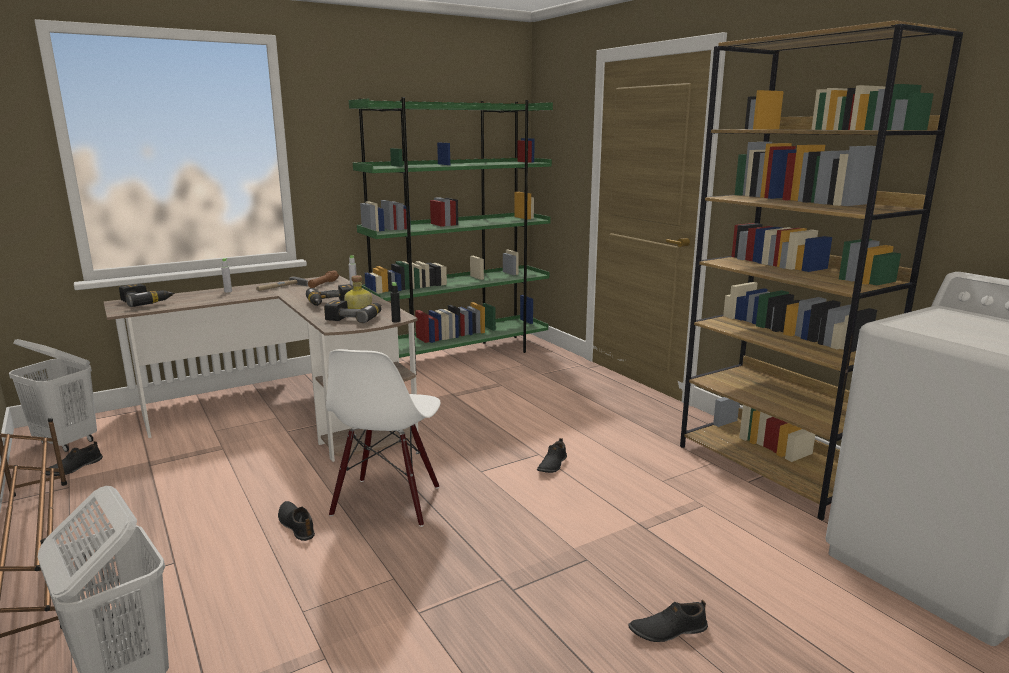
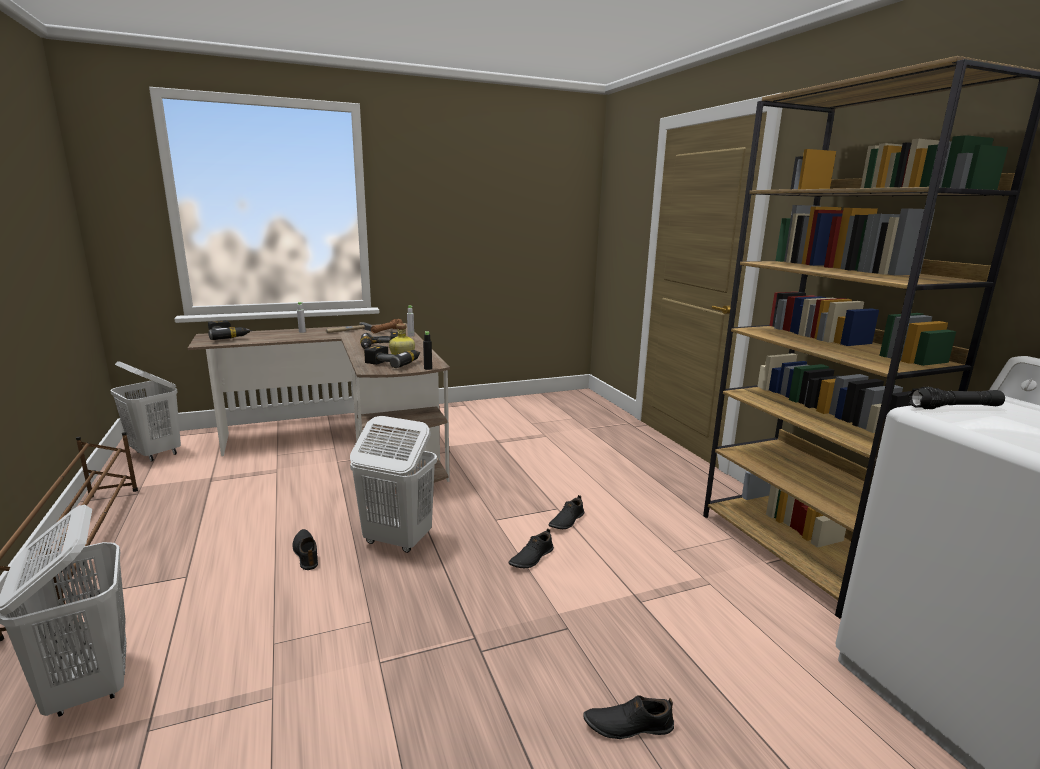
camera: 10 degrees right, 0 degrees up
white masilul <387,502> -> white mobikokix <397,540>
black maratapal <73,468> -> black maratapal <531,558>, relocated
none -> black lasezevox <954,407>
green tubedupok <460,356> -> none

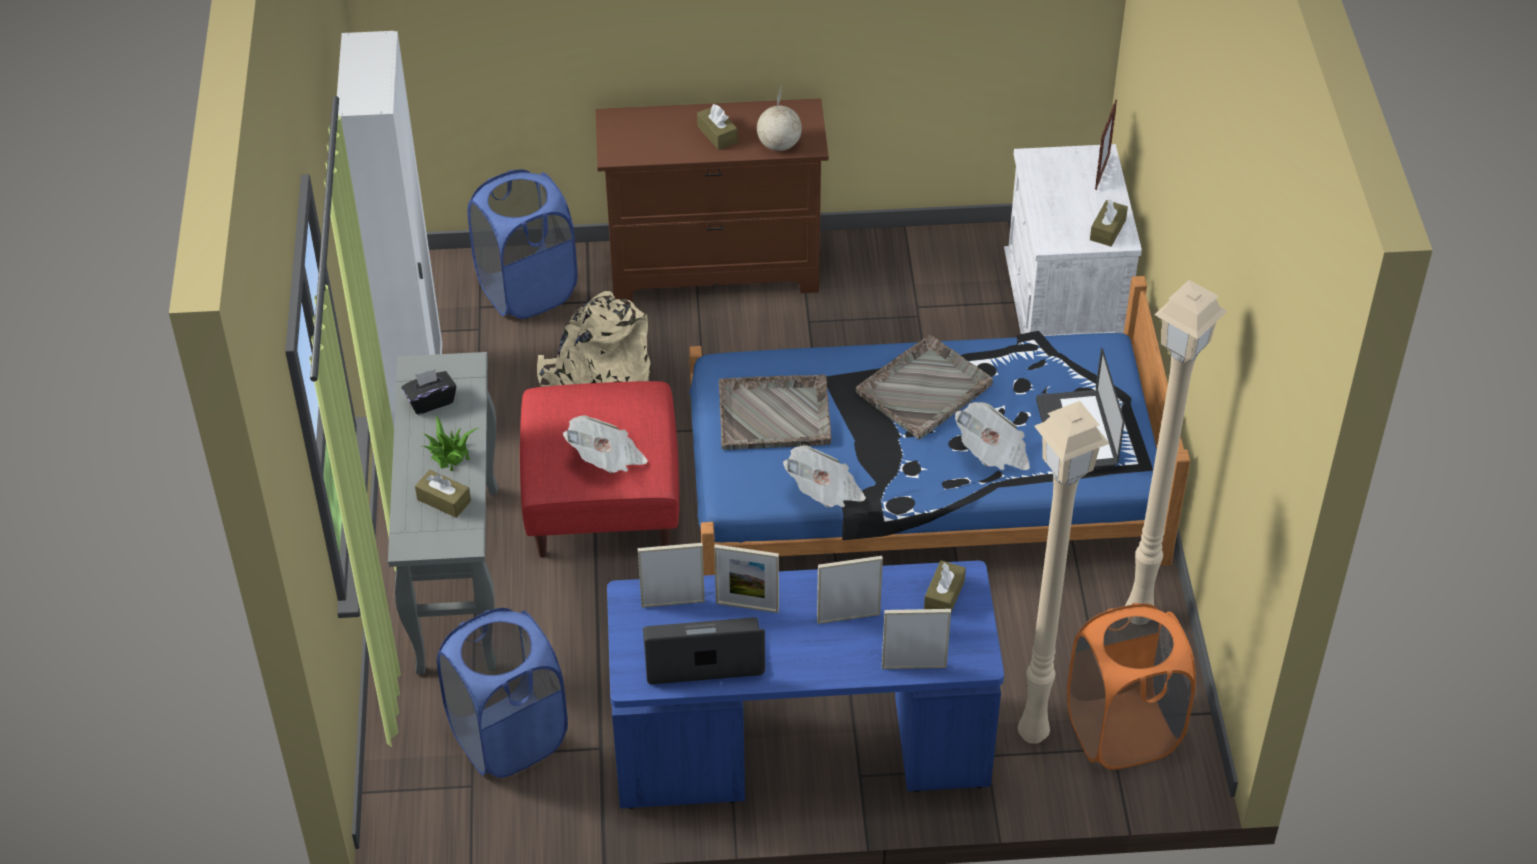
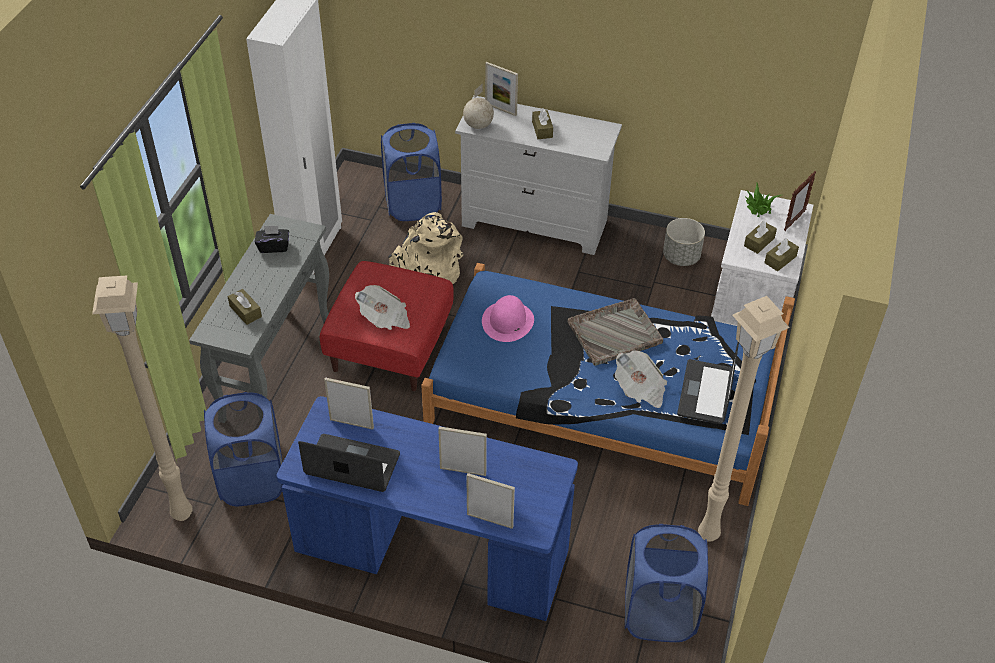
camera: 20 degrees right, 0 degrees up
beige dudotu <1035,734> -> beige dudotu <183,514>, relocated
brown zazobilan <715,269> -> white zazobilan <535,223>
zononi <778,145> -> zononi <478,125>, relocated
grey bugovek <775,414> -> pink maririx <508,321>
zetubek <747,606> -> zetubek <501,109>, relocated
orange mobikokix <1122,731> -> blue mobikokix <658,613>
none -> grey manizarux <681,256>
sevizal <449,453> -> sevizal <758,207>, relocated
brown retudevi <944,595> -> brown retudevi <759,242>, relocated
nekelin <825,492> -> none

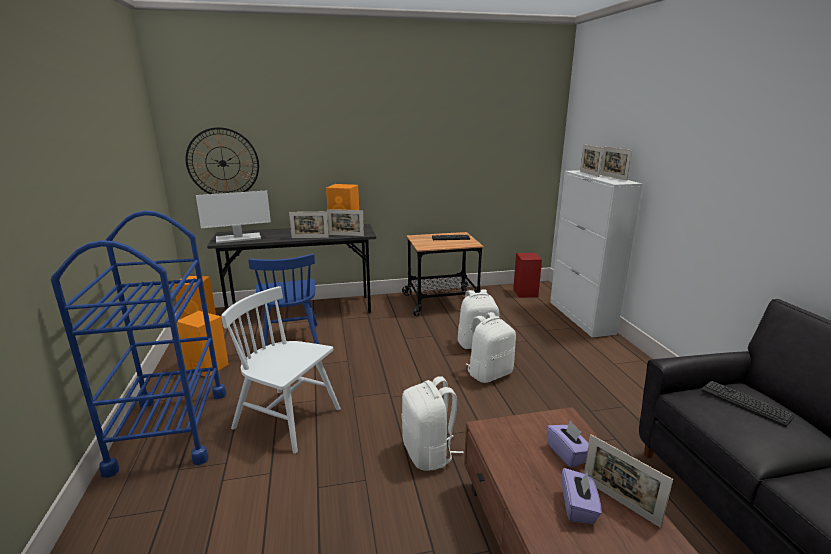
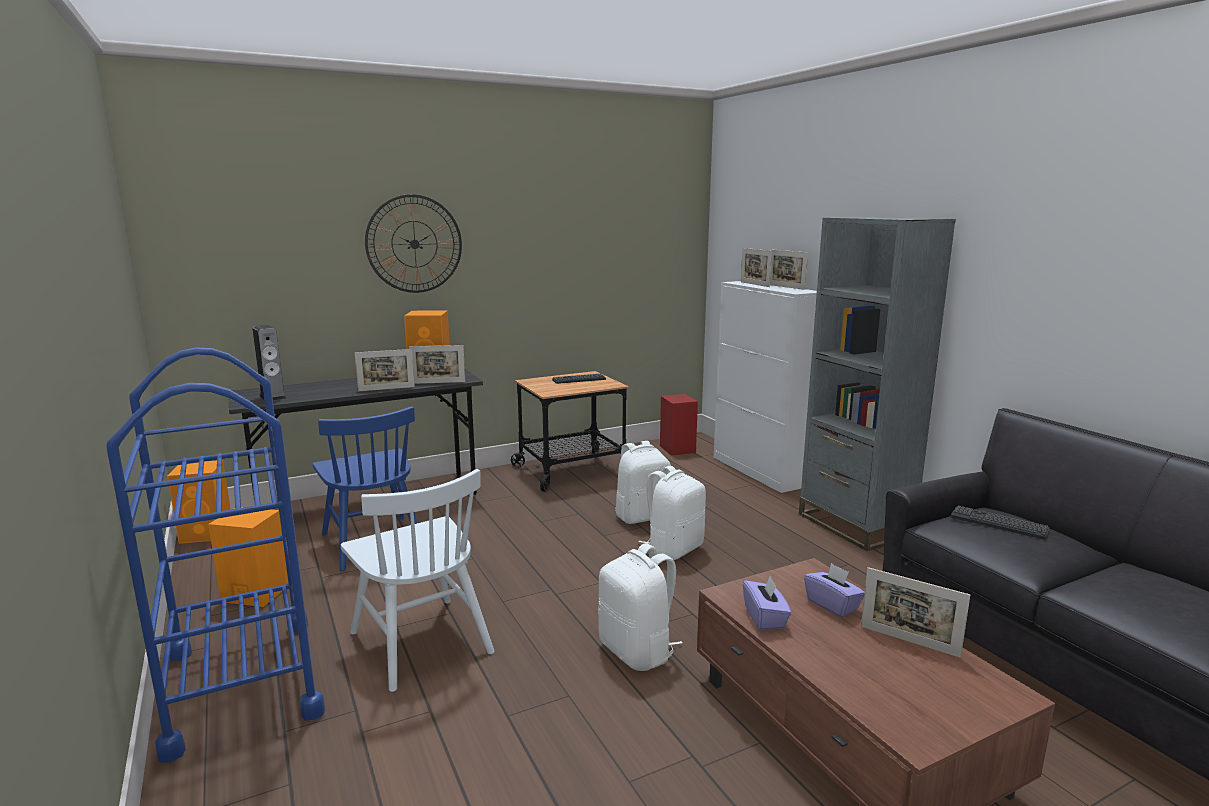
camera: 15 degrees left, 5 degrees down
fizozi <238,238> -> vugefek <272,397>
white masilul <287,419> -> white masilul <421,642>, 135 degrees counterclockwise
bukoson <223,163> -> bukoson <414,244>, relocated
purple retudevi <578,507> -> purple retudevi <765,618>, relocated
none -> grey tubedupok <854,525>

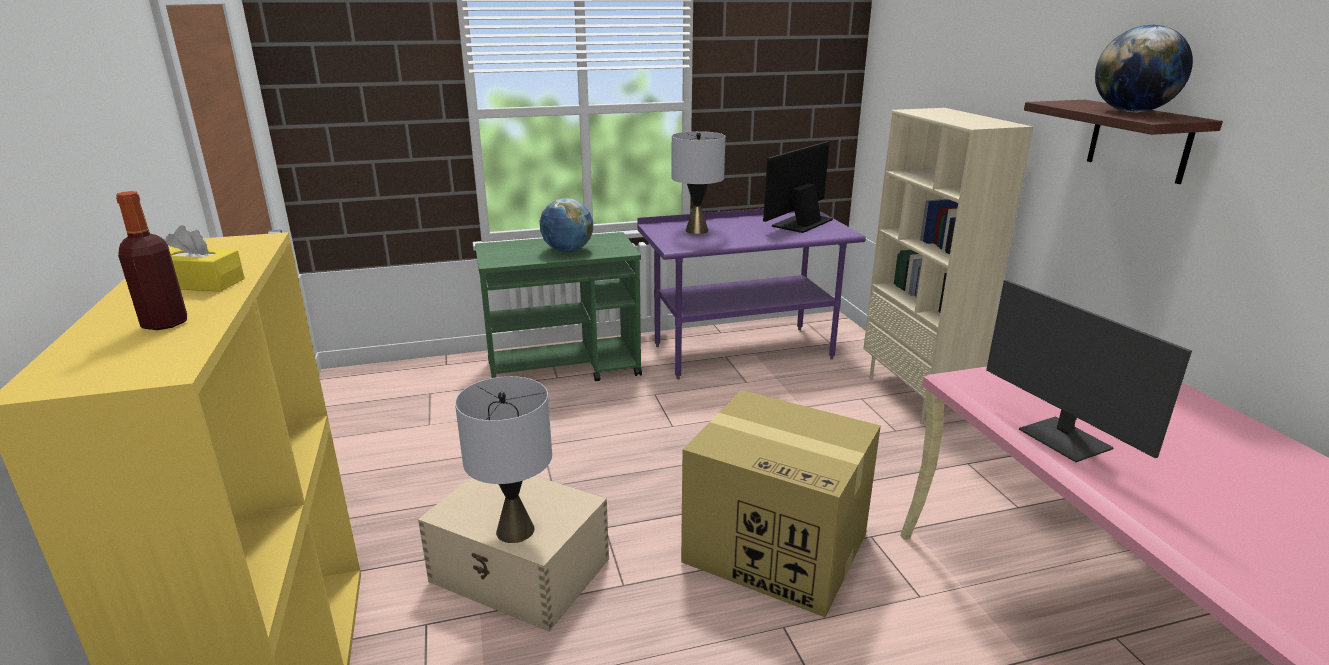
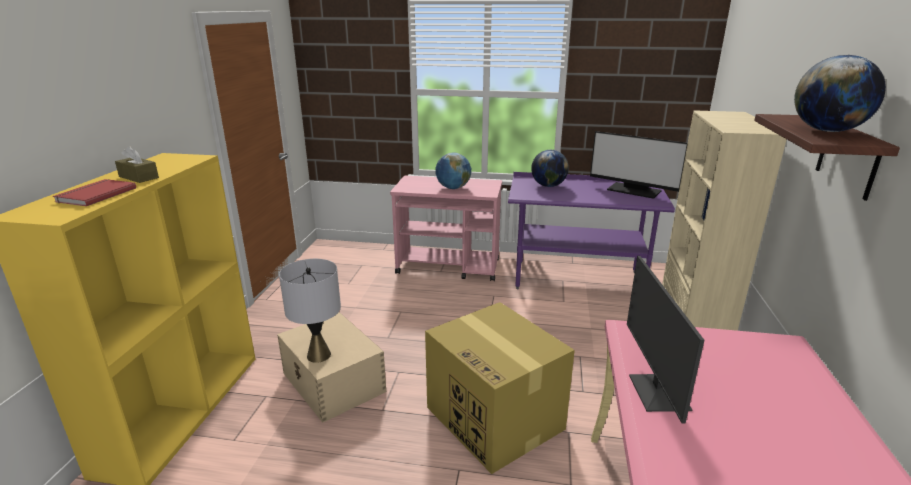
camera: 25 degrees right, 0 degrees up
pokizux <165,323> -> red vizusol <95,195>
yellow retudevi <200,283> -> brown retudevi <138,177>
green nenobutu <564,369> -> pink nenobutu <449,267>
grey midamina <696,230> -> zononi <548,186>
fizozi <801,223> -> fizozi <633,190>, 120 degrees counterclockwise

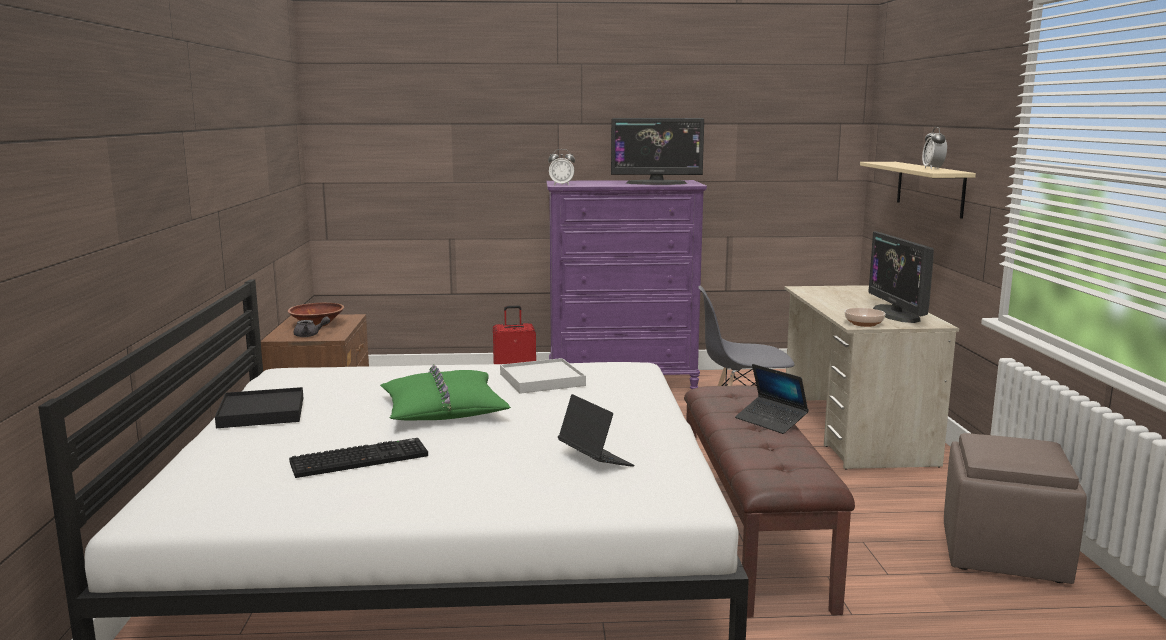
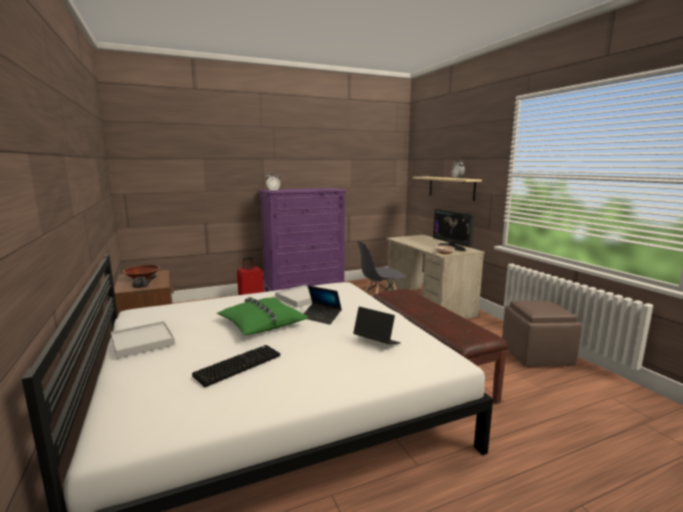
camera: 20 degrees left, 0 degrees up
black bugovek <261,412> -> white bugovek <142,342>
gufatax <771,421> -> gufatax <321,317>, relocated
fizozi <656,183> -> none

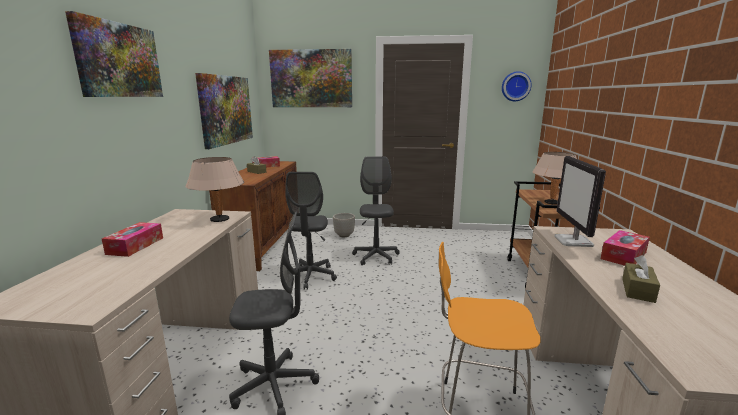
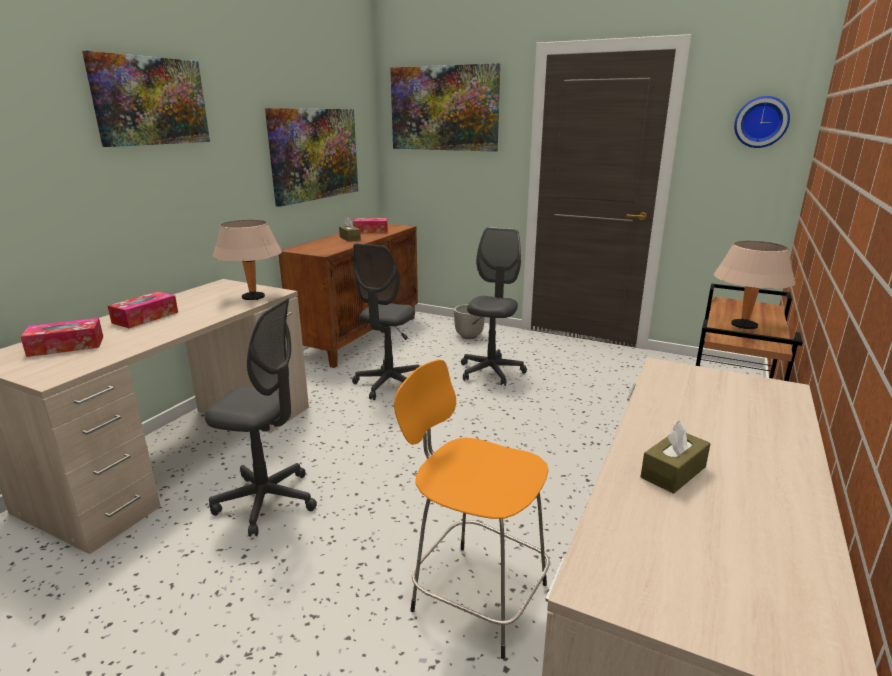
camera: 20 degrees right, 5 degrees up
retudevi <623,255> -> retudevi <66,346>, relocated
fizozi <574,241> -> none

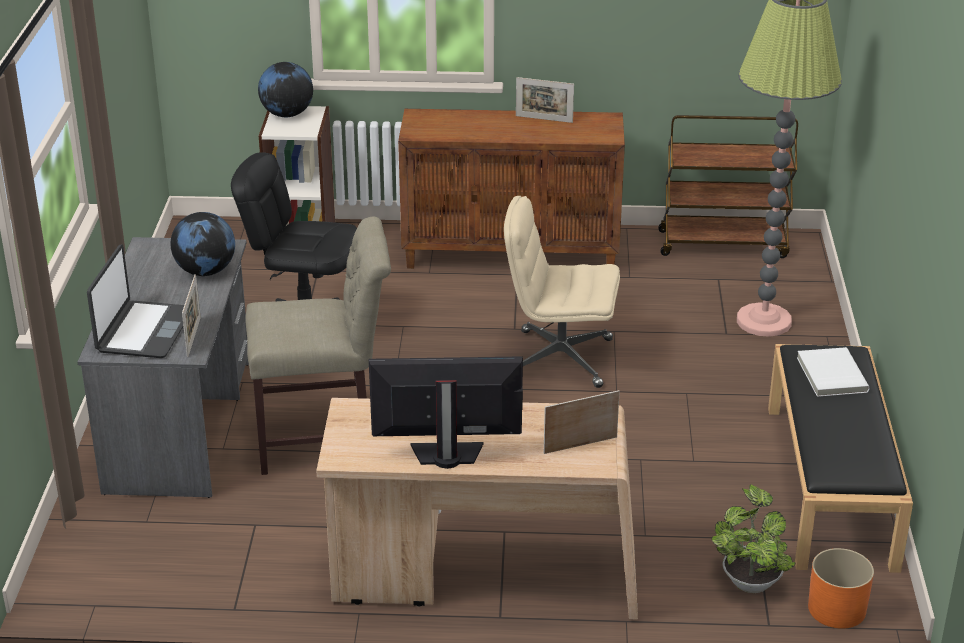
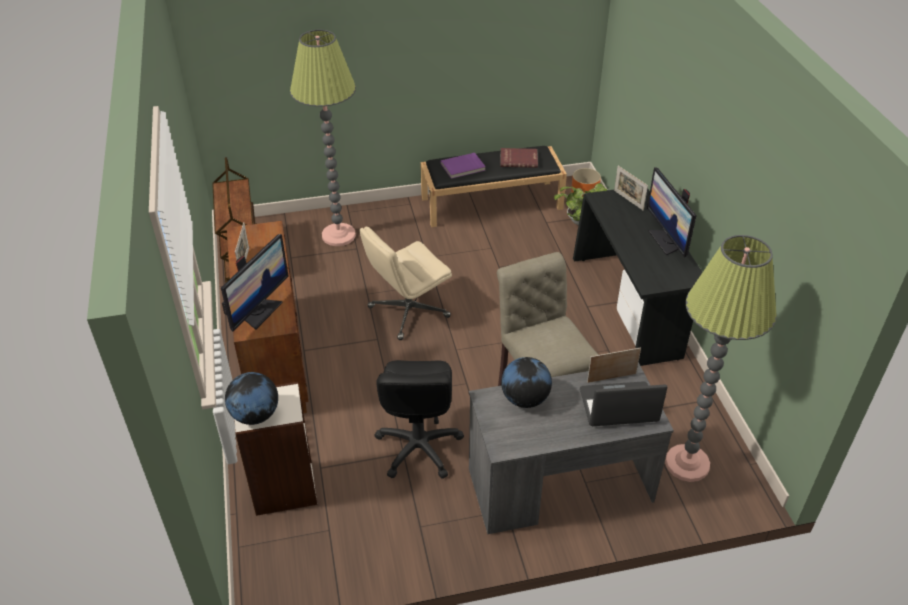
camera: 105 degrees left, 10 degrees up
none -> fizozi <260,312>
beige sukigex <559,359> -> beige sukigex <408,312>, 60 degrees clockwise
white vizusol <830,375> -> purple vizusol <463,167>
none -> red vizusol <518,159>
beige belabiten <483,577> -> black belabiten <628,307>
none -> dudotu <687,463>

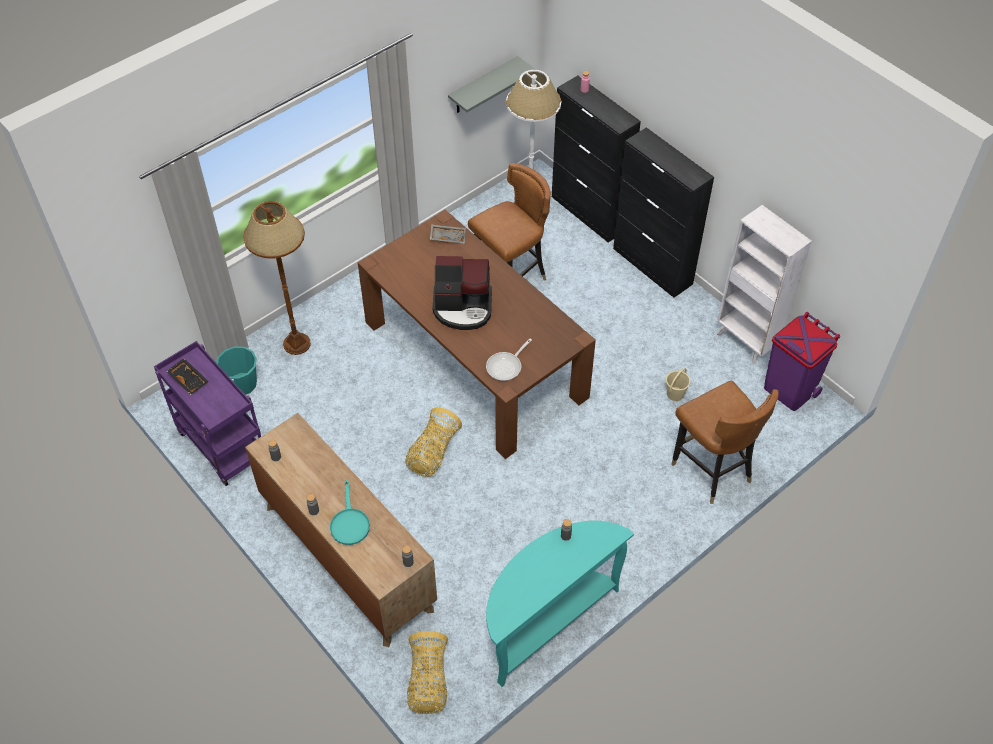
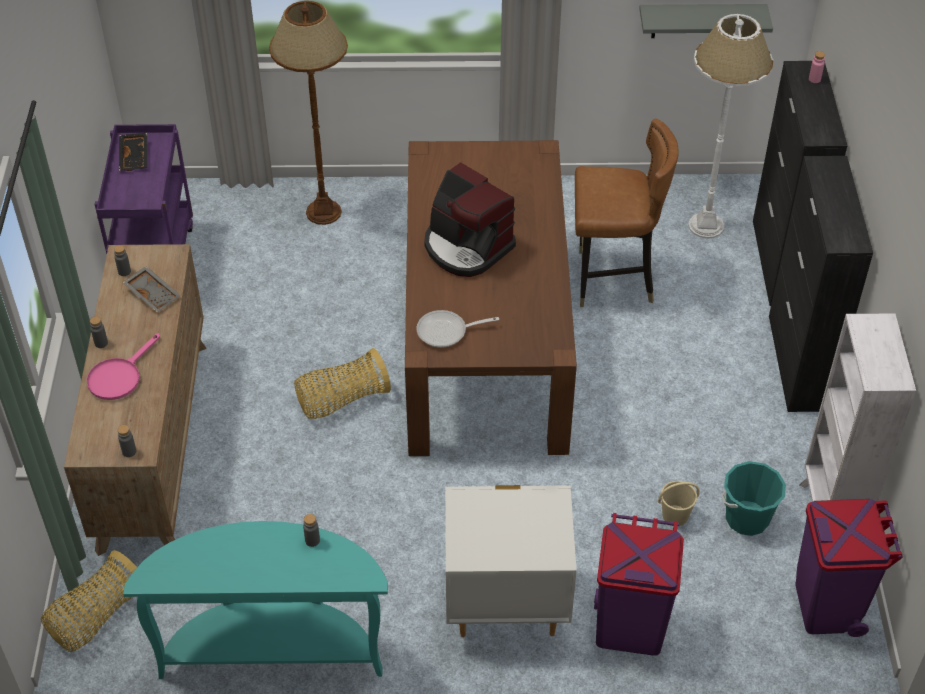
camera: 40 degrees right, 5 degrees down
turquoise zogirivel <349,523> -> pink zogirivel <119,376>
grey bugovek <448,237> -> grey bugovek <153,294>, relocated
none -> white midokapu <506,605>
brown masilul <711,470> -> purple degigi <629,627>
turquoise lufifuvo <242,384> -> turquoise lufifuvo <747,518>, relocated

